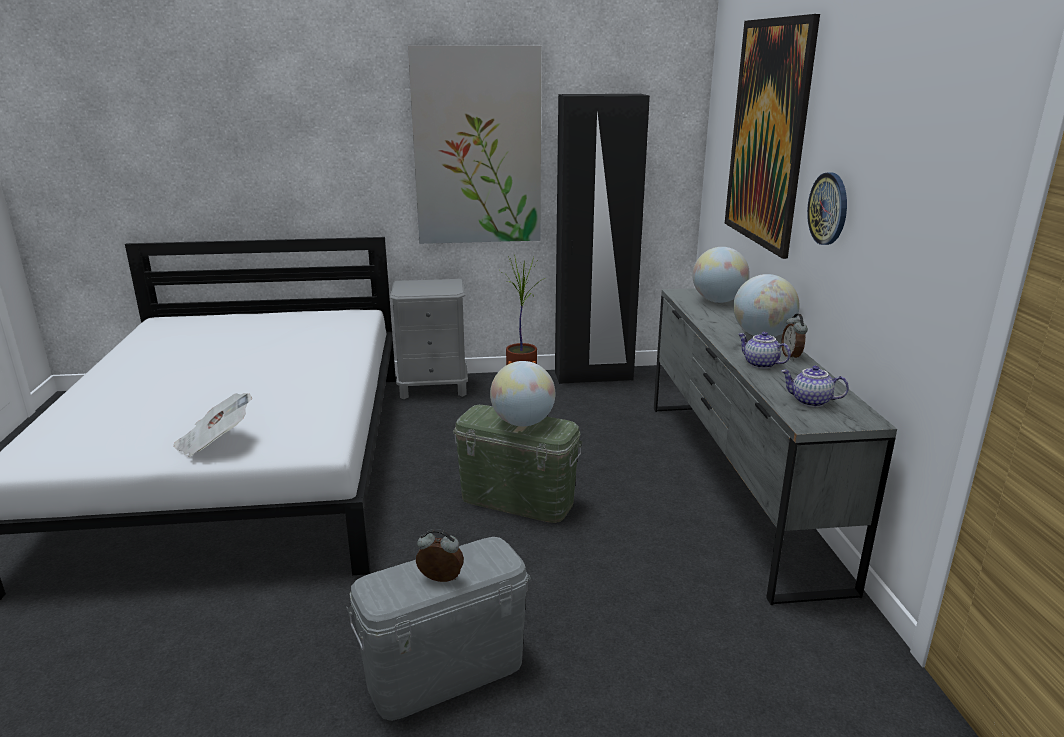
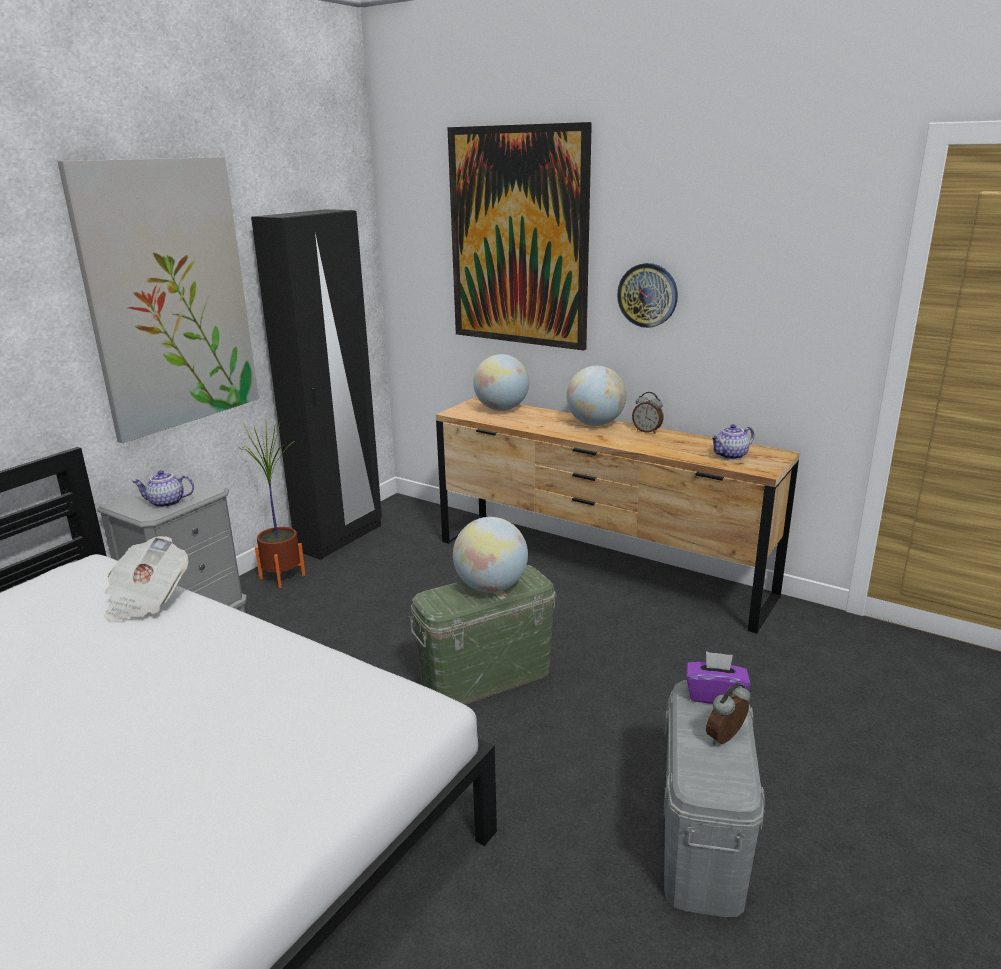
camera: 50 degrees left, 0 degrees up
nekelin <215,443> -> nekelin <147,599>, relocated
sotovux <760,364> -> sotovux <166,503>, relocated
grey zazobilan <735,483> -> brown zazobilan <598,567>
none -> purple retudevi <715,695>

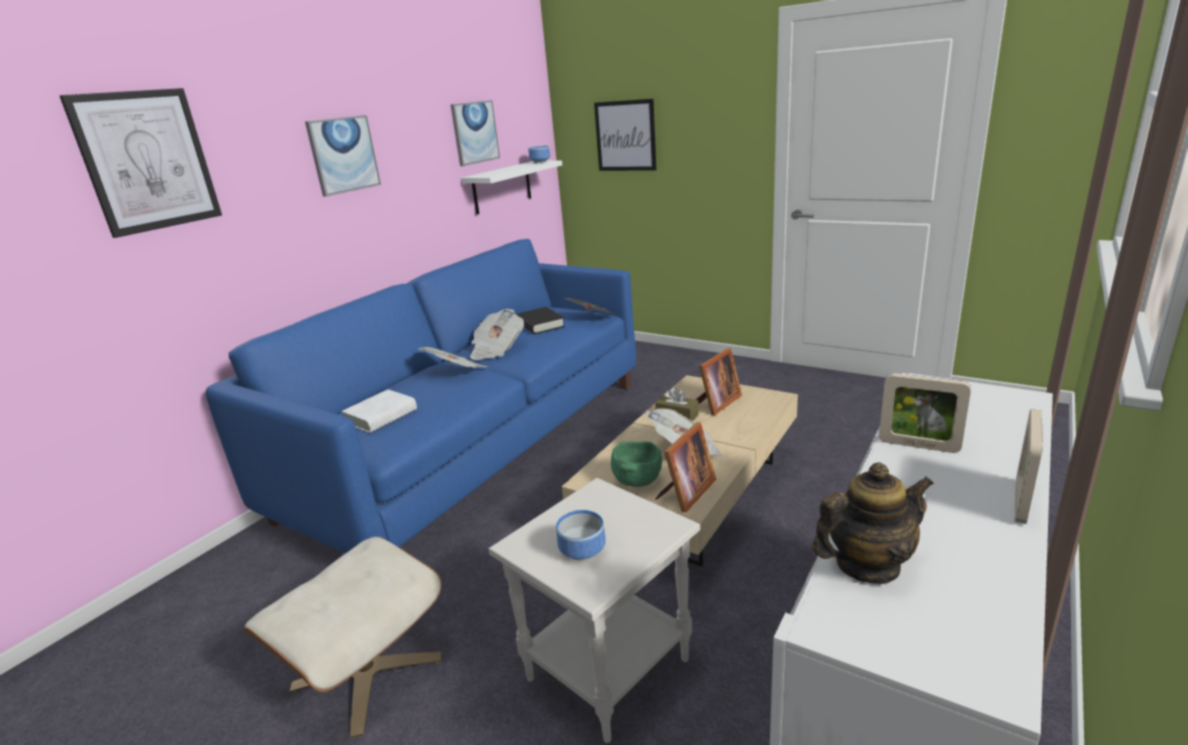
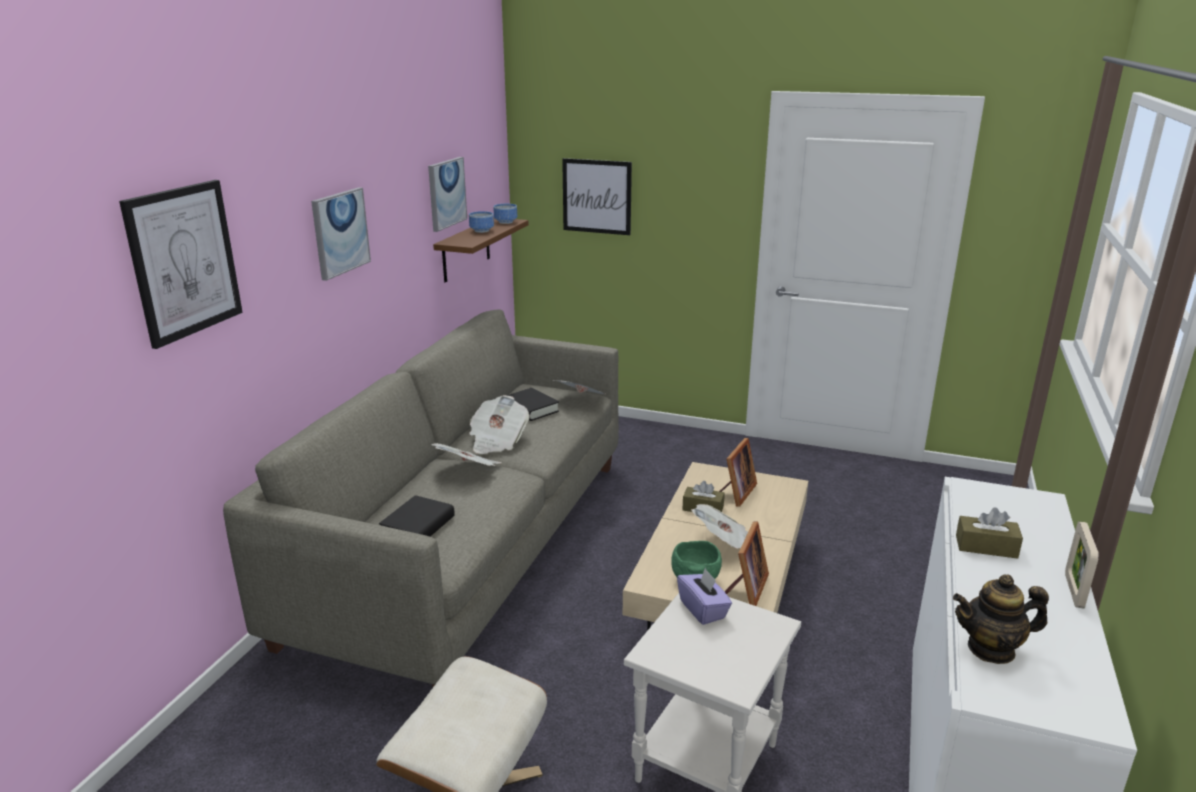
camera: 15 degrees left, 0 degrees up
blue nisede <476,445> -> grey nisede <469,545>
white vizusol <381,416> -> black vizusol <418,526>
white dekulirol <502,187> -> brown dekulirol <466,250>
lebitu <584,551> -> lebitu <483,231>, relocated
none -> purple retudevi <703,609>
sotovux <867,565> -> sotovux <991,649>, 150 degrees counterclockwise
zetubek <918,445> -> brown retudevi <986,546>

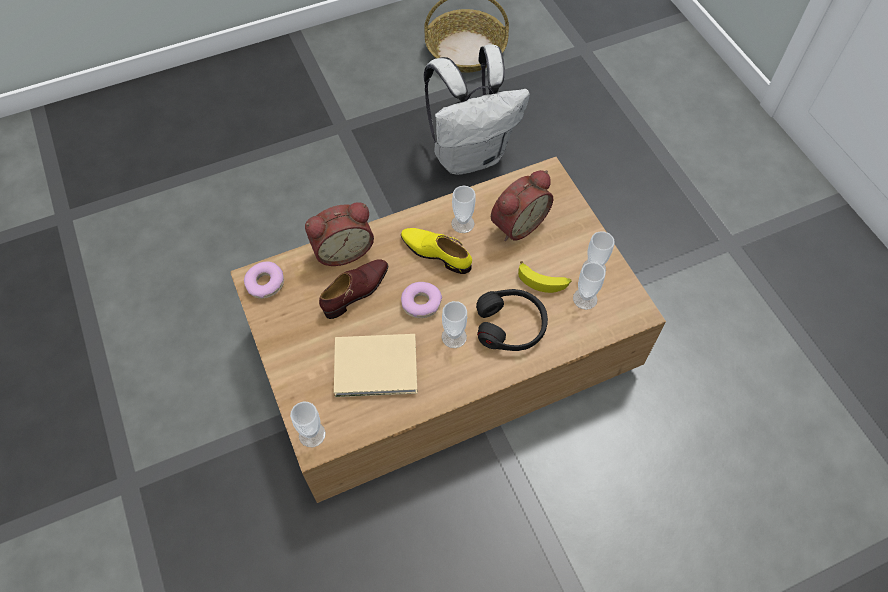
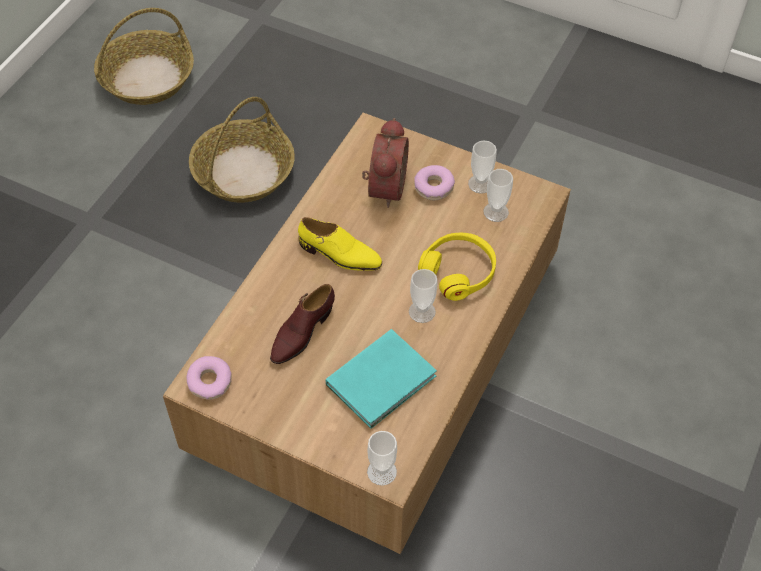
camera: 40 degrees left, 5 degrees down
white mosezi <470,155> -> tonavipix <243,171>
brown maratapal <356,291> -> brown maratapal <301,332>, 150 degrees counterclockwise
yellow maratapal <436,253> -> yellow maratapal <340,255>, 150 degrees counterclockwise
beige vizusol <378,368> -> turquoise vizusol <384,380>
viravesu <421,303> -> viravesu <434,187>, relocated
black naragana <510,325> -> yellow naragana <458,271>
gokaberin <342,249> -> none
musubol <462,223> -> none
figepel <543,280> -> none

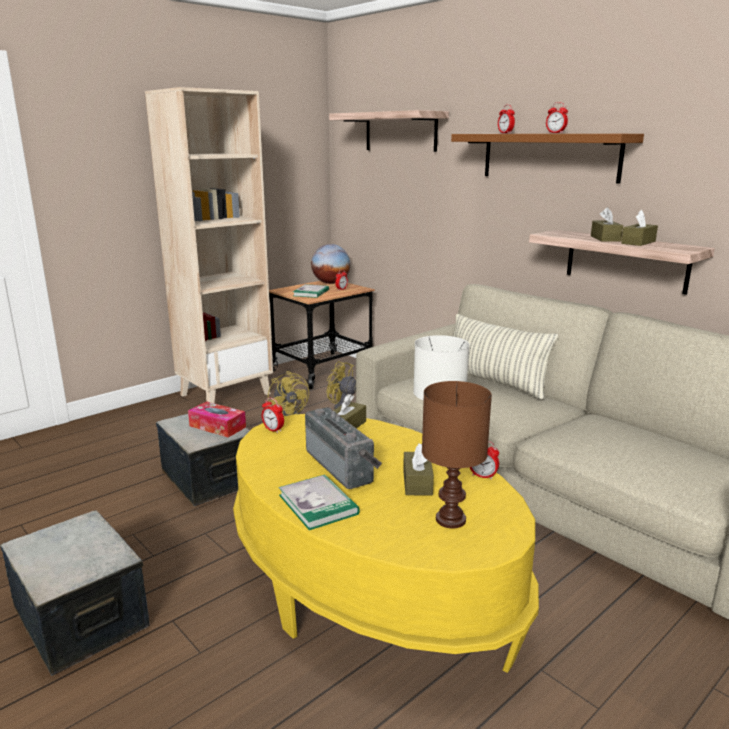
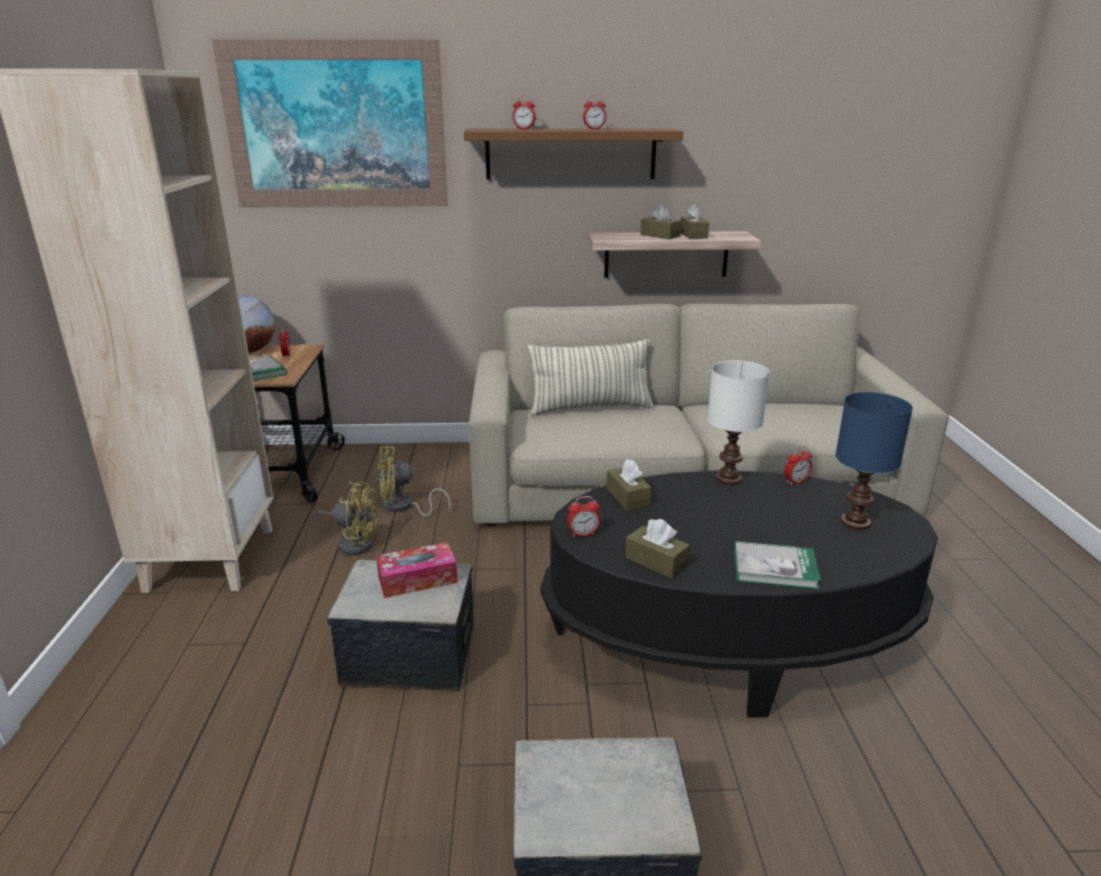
camera: 50 degrees left, 5 degrees up
dekulirol <400,132> -> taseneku <335,126>
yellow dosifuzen <370,584> -> black dosifuzen <727,637>
brown retudevi <417,482> -> brown retudevi <656,561>, relocated
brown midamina <450,520> -> blue midamina <856,523>
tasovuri <343,465> -> none

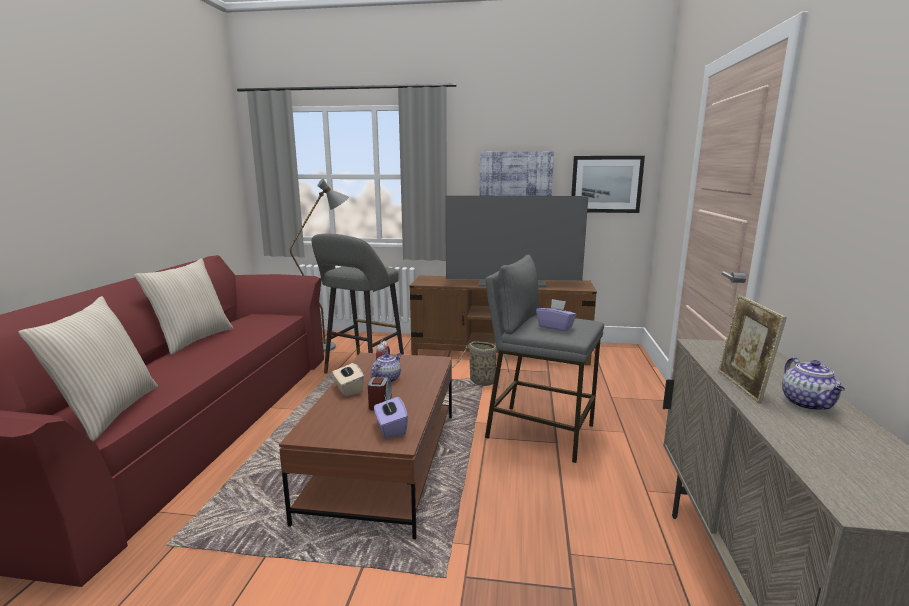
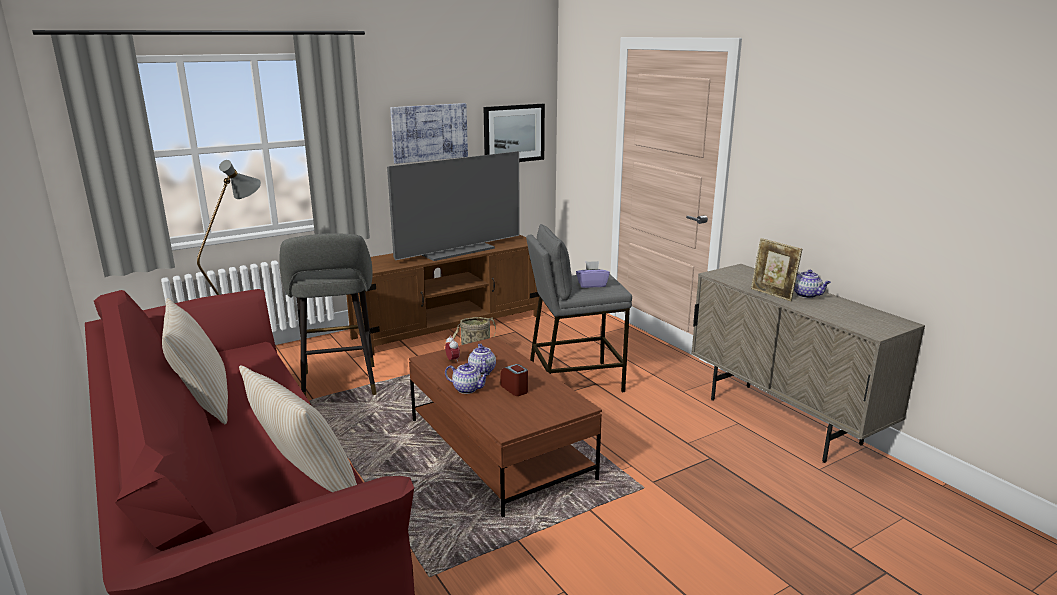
camera: 40 degrees left, 5 degrees up
beige retudevi <348,389> -> sotovux <468,389>
purple retudevi <390,428> -> none

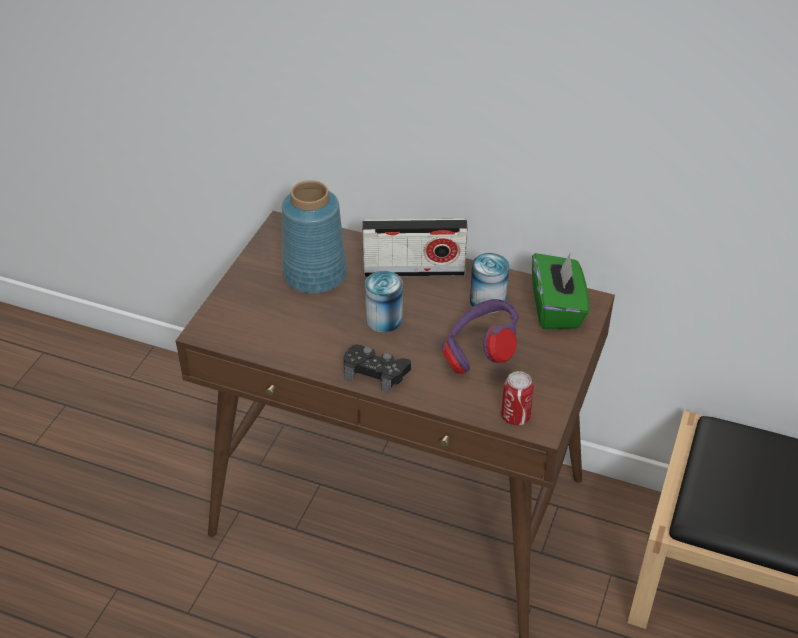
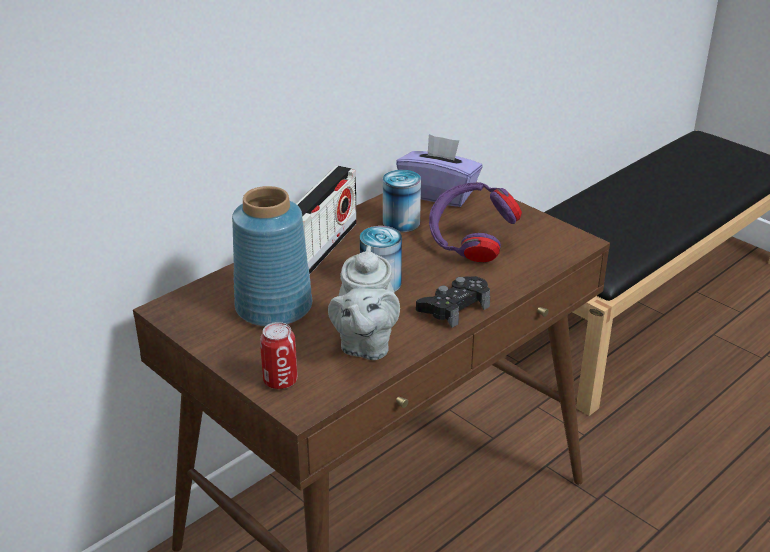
camera: 65 degrees left, 10 degrees down
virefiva <515,416> -> virefiva <280,381>, relocated
none -> grey sotovux <365,345>
green retudevi <557,308> -> purple retudevi <439,194>

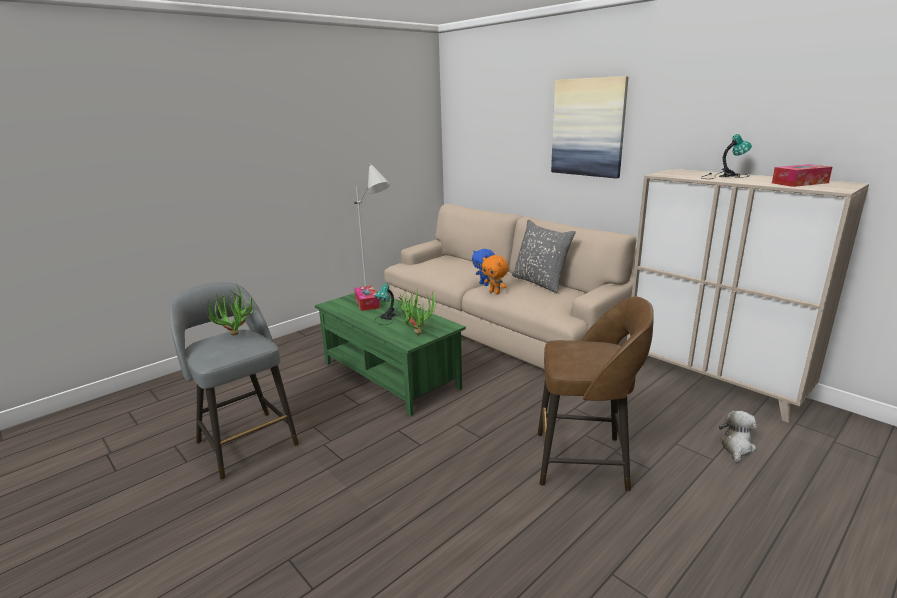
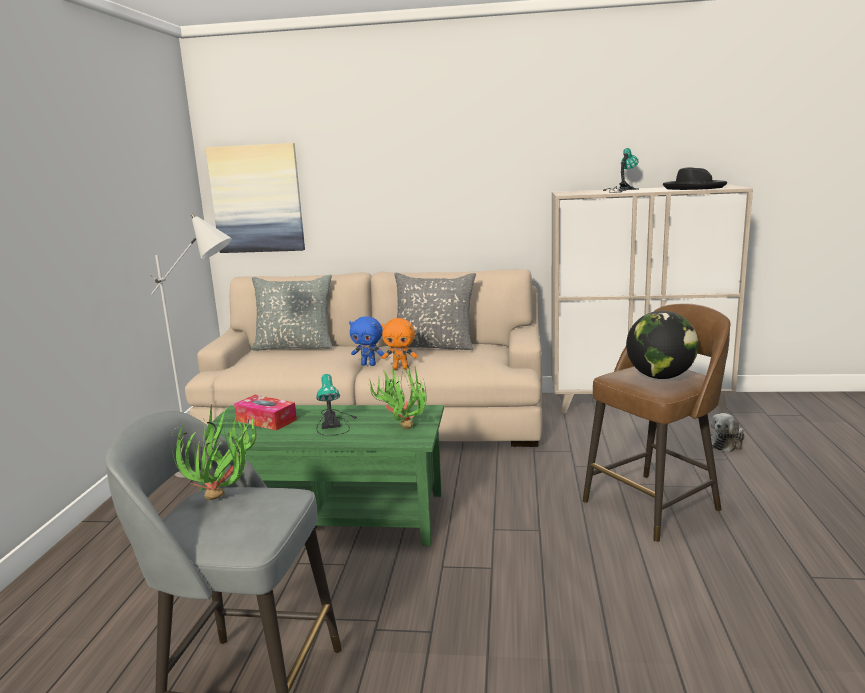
camera: 40 degrees left, 5 degrees down
taseneku <588,127> -> taseneku <257,199>, relocated
none -> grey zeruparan <295,347>
none -> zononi <660,377>
retudevi <799,183> -> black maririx <693,188>
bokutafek <736,447> -> bokutafek <727,444>, 120 degrees counterclockwise

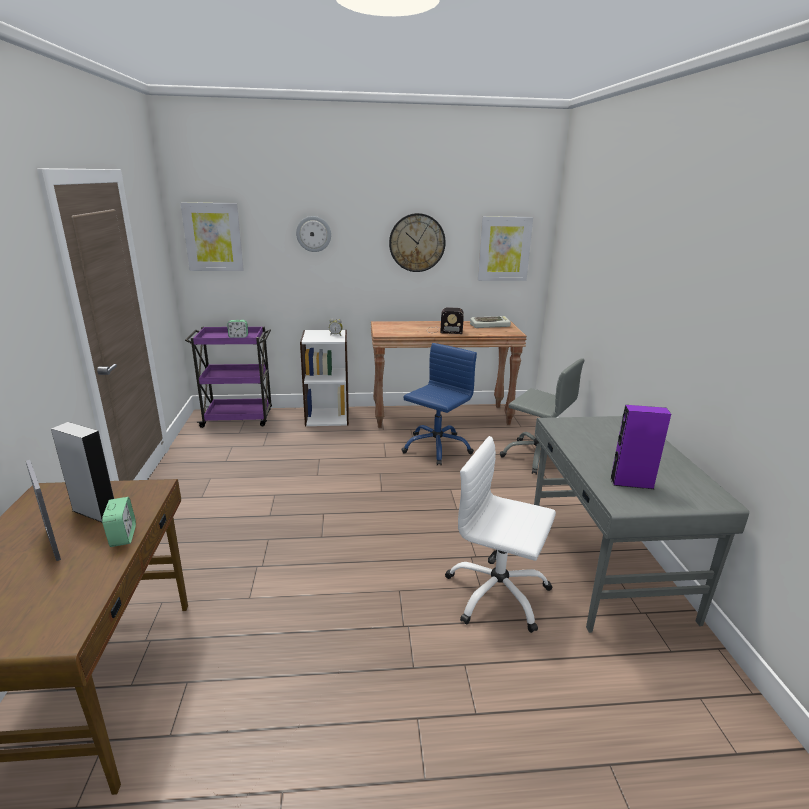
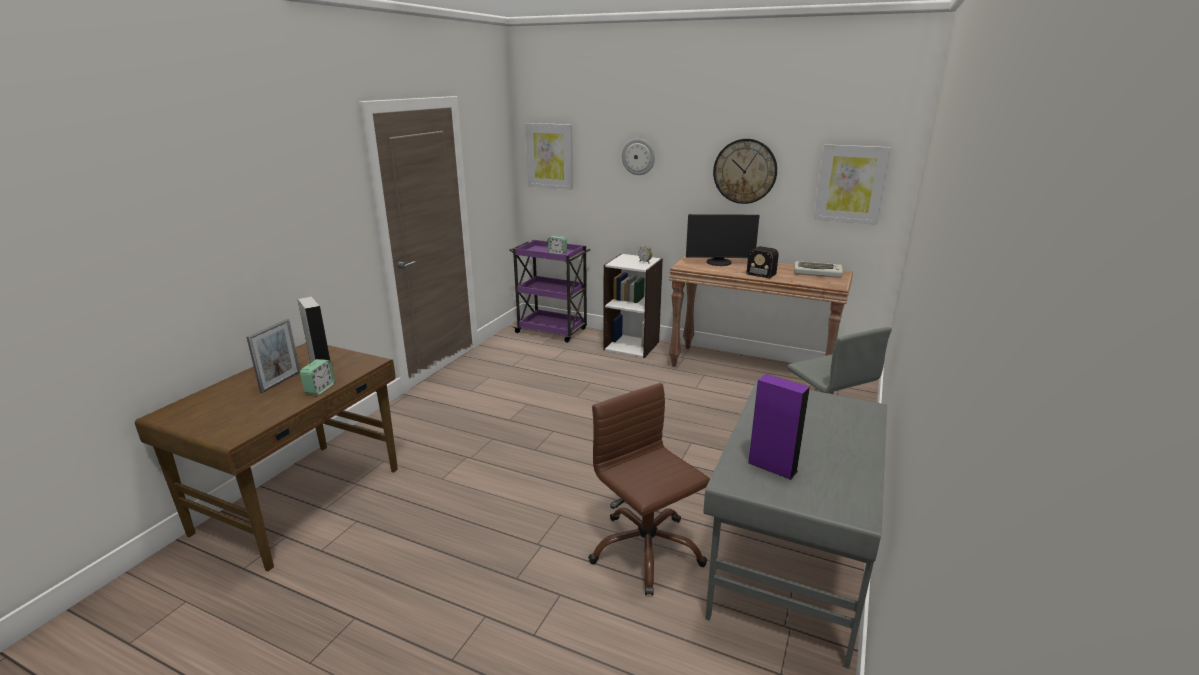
camera: 30 degrees right, 0 degrees up
zetubek <52,543> -> zetubek <281,382>, 150 degrees counterclockwise
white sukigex <497,594> -> brown sukigex <646,550>
none -> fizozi <719,263>
blue sukigex <436,447> -> none

